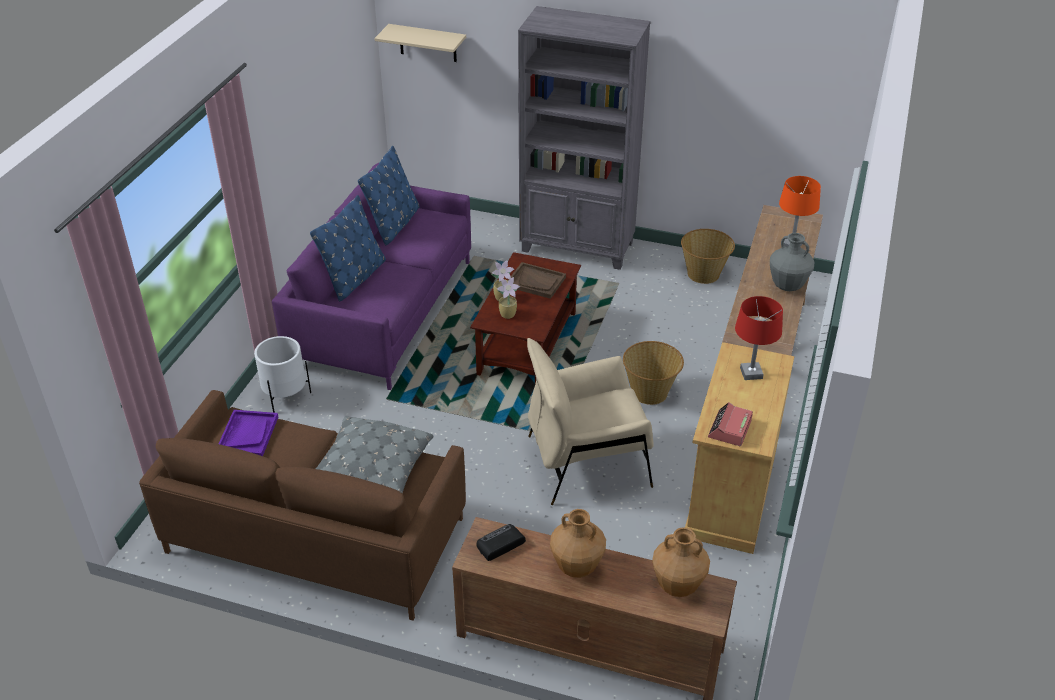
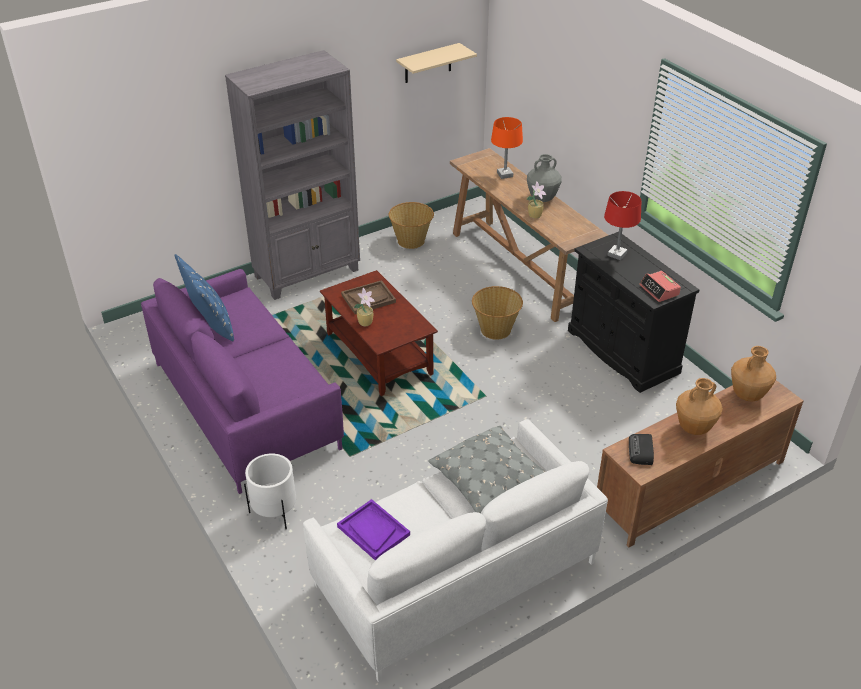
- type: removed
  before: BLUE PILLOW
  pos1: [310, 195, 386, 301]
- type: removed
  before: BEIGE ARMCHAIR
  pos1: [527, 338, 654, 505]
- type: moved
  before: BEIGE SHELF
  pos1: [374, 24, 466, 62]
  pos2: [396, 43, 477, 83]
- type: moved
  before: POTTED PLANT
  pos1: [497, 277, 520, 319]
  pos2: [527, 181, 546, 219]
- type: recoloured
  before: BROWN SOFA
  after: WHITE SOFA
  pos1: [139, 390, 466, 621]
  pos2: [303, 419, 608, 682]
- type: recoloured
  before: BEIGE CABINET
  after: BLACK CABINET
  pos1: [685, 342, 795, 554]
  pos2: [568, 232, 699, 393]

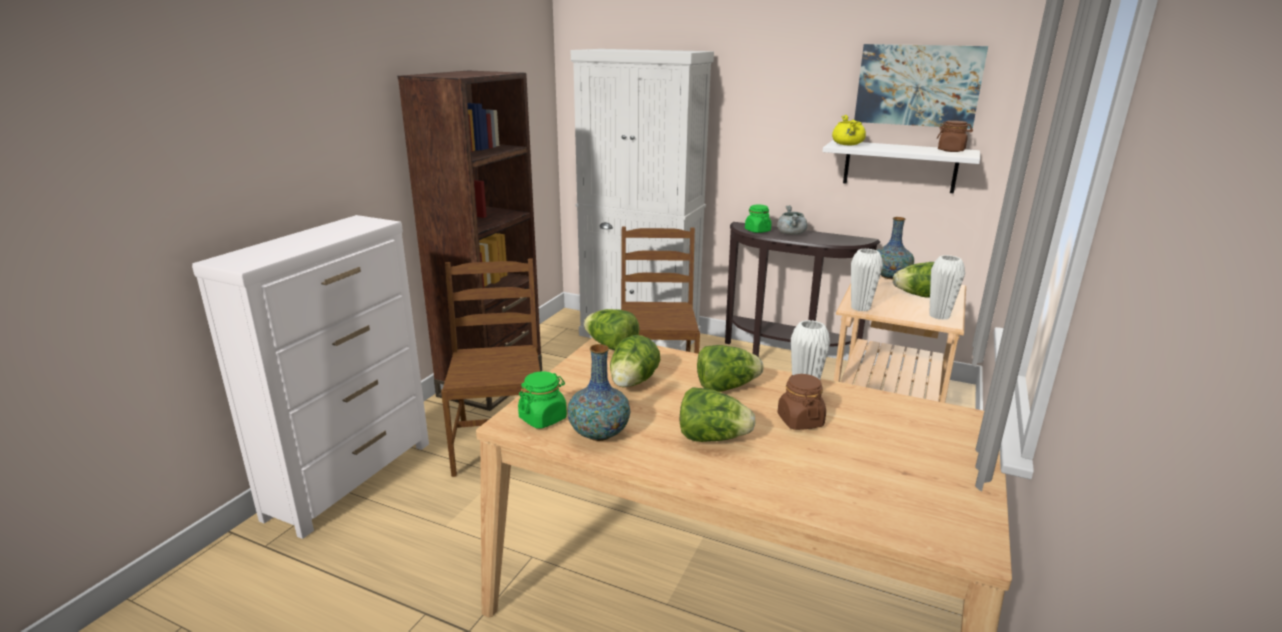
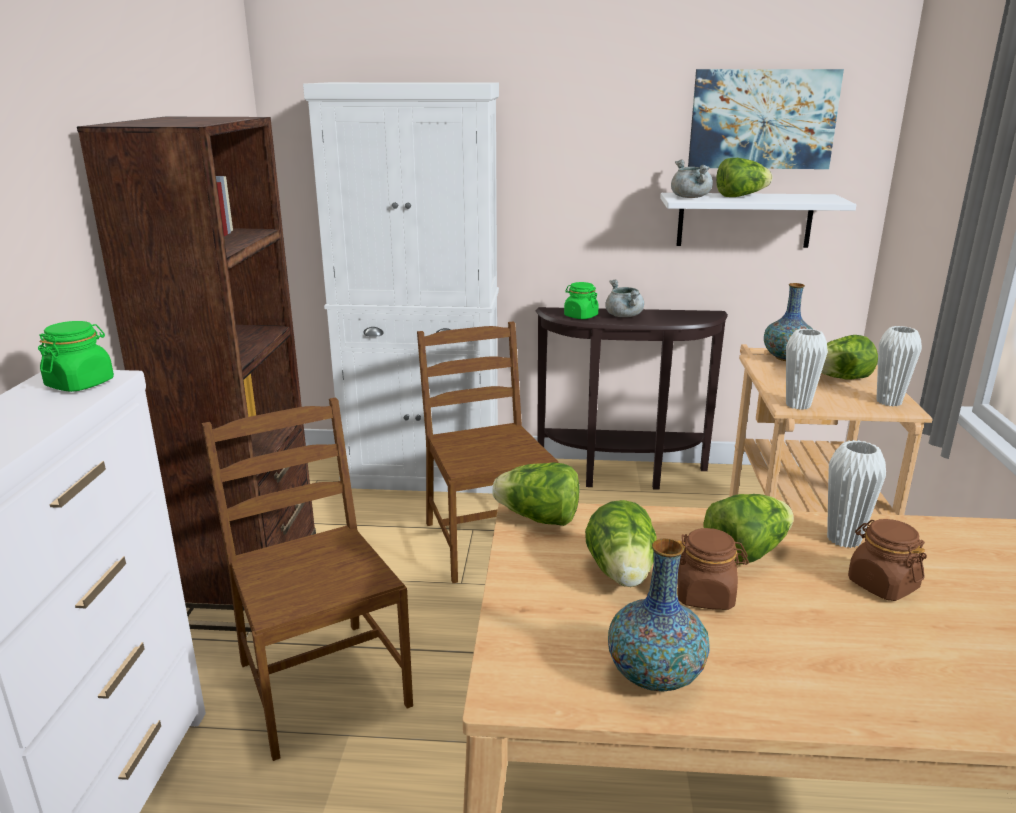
- type: moved
  before: GREEN JAR
  pos1: [518, 371, 567, 429]
  pos2: [38, 321, 114, 392]
- type: moved
  before: LETTUCE
  pos1: [680, 387, 756, 442]
  pos2: [716, 158, 772, 197]
- type: moved
  before: BROWN JAR
  pos1: [937, 120, 973, 152]
  pos2: [677, 528, 749, 610]
- type: recoloured
  before: YELLOW COOKING POT
  after: GREY COOKING POT
  pos1: [832, 115, 866, 145]
  pos2: [671, 159, 713, 198]

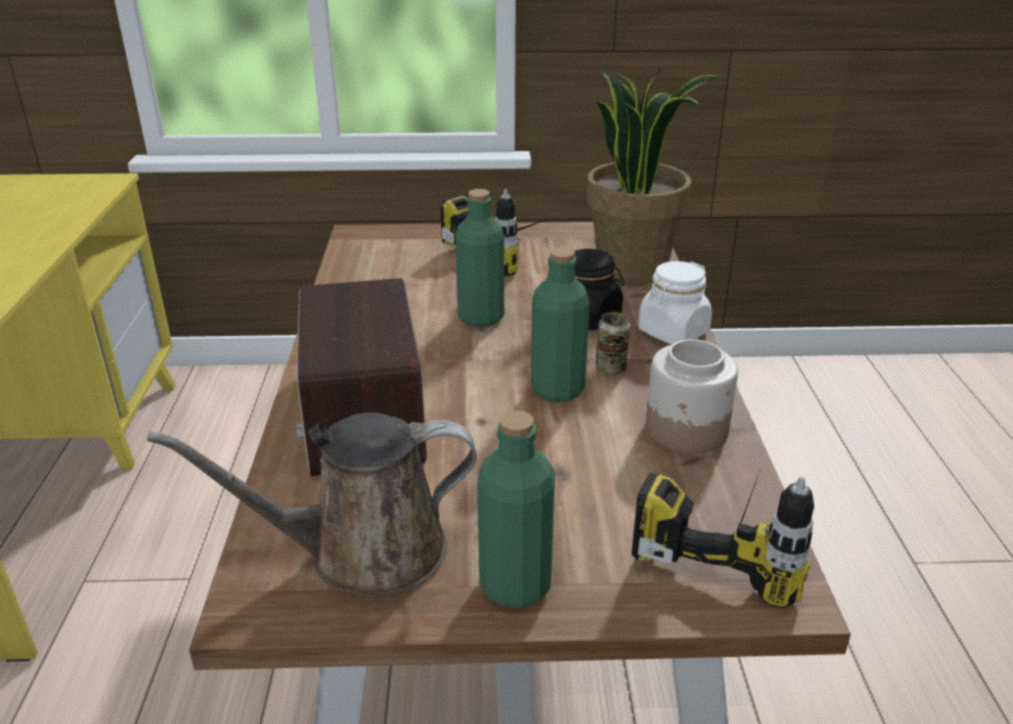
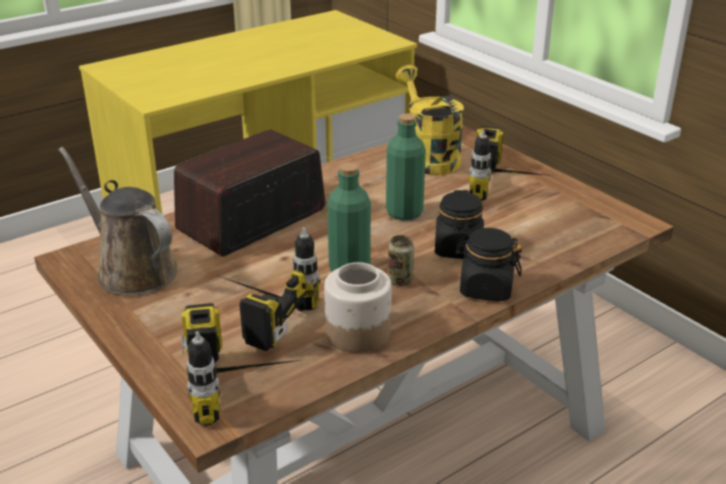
- type: removed
  before: GREEN BOTTLE
  pos1: [477, 410, 555, 608]
- type: removed
  before: POTTED PLANT
  pos1: [587, 68, 719, 284]
- type: added
  after: POWER DRILL
  pos2: [219, 228, 320, 351]
- type: added
  after: YELLOW WATERING CAN
  pos2: [396, 65, 464, 175]
- type: recoloured
  before: WHITE JAR
  after: BLACK JAR
  pos1: [638, 261, 712, 344]
  pos2: [455, 228, 522, 301]

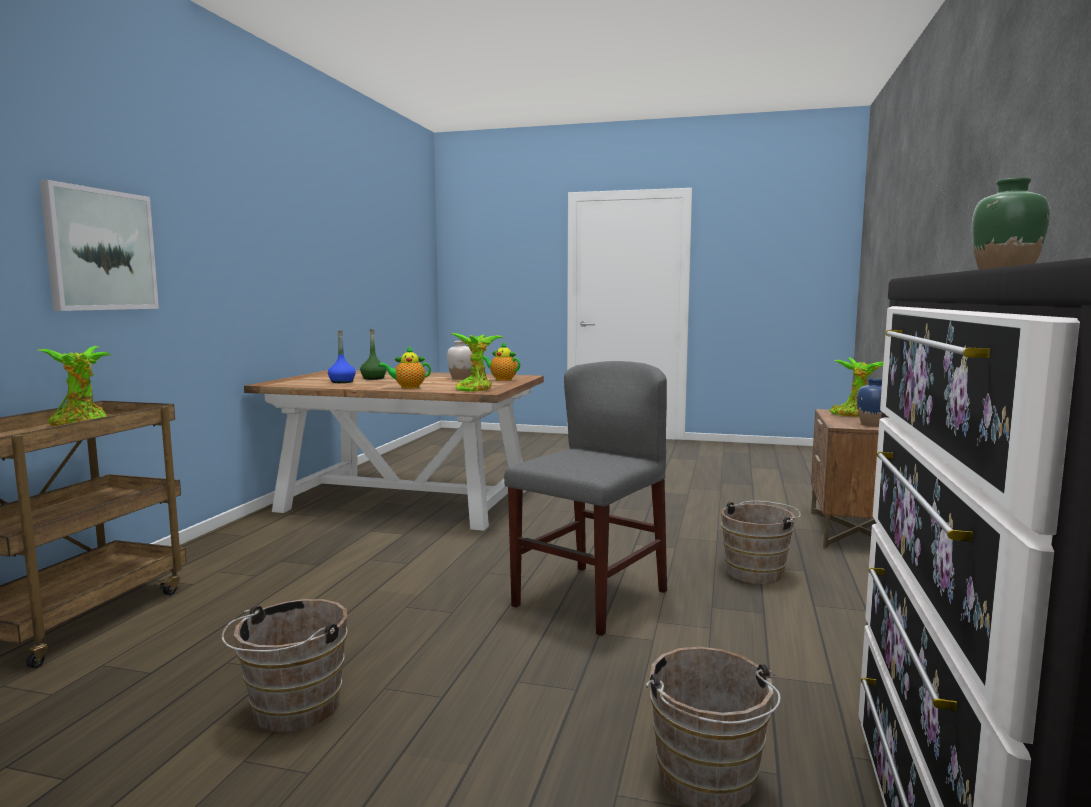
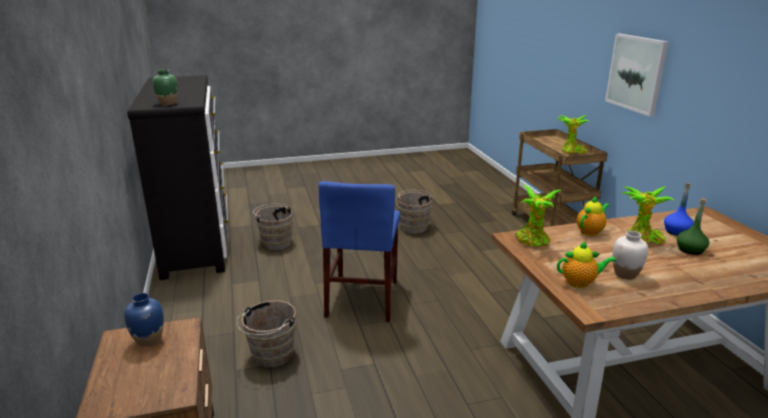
- type: moved
  before: POTTED PLANT
  pos1: [830, 357, 883, 417]
  pos2: [621, 186, 674, 244]
- type: recoloured
  before: GREY CHAIR
  after: BLUE CHAIR
  pos1: [504, 361, 667, 636]
  pos2: [319, 181, 400, 322]

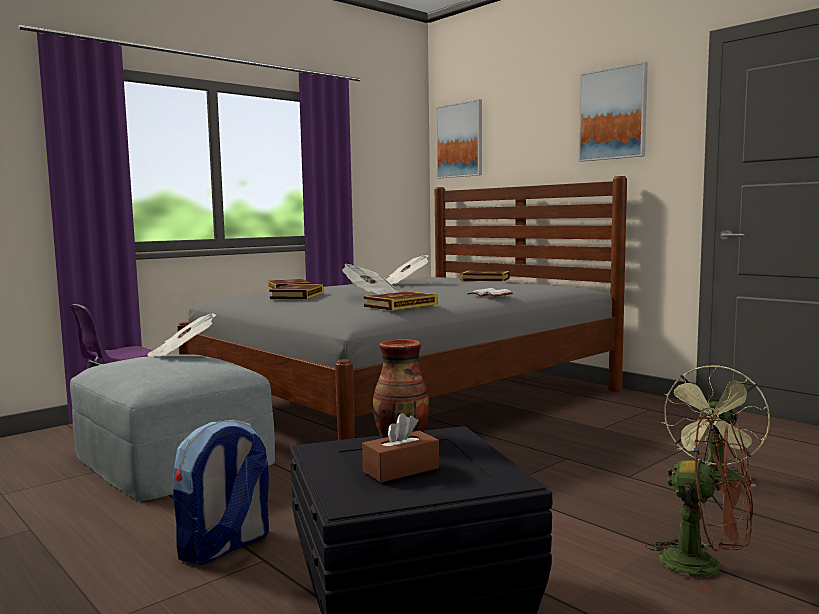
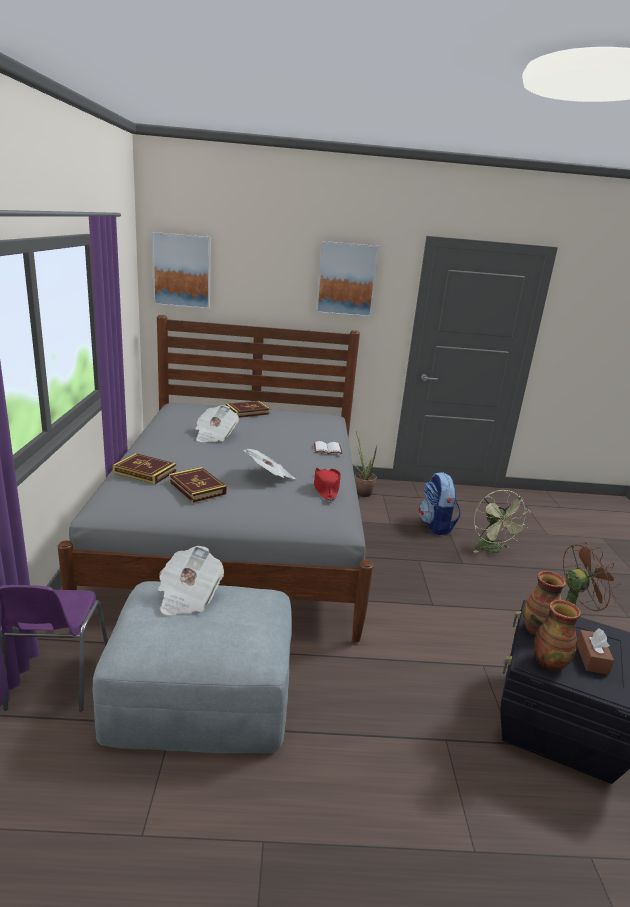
- type: added
  after: POTTED PLANT
  pos2: [353, 431, 377, 497]
- type: added
  after: VASE
  pos2: [534, 600, 581, 671]
- type: moved
  before: BACKPACK
  pos1: [173, 420, 269, 565]
  pos2: [419, 472, 461, 535]
- type: replaced
  before: BOOK
  after: RED HAT
  pos1: [364, 291, 437, 311]
  pos2: [314, 468, 341, 501]

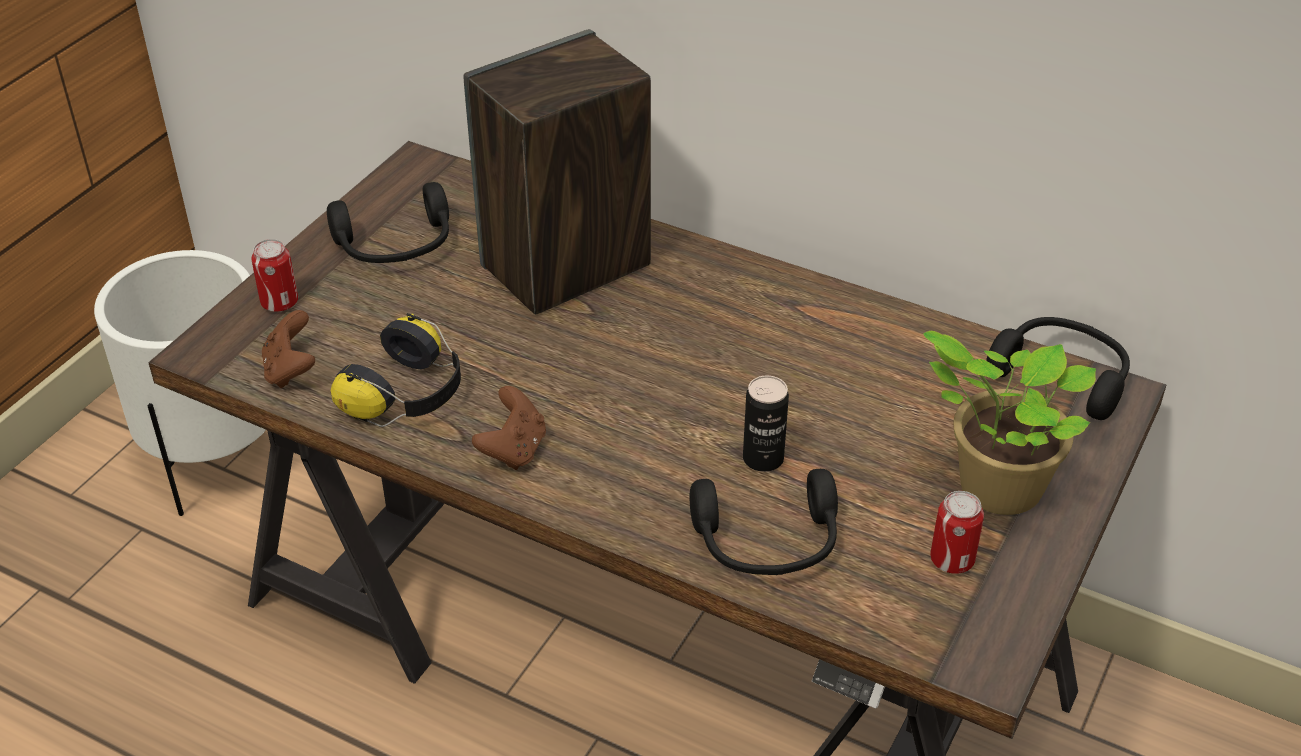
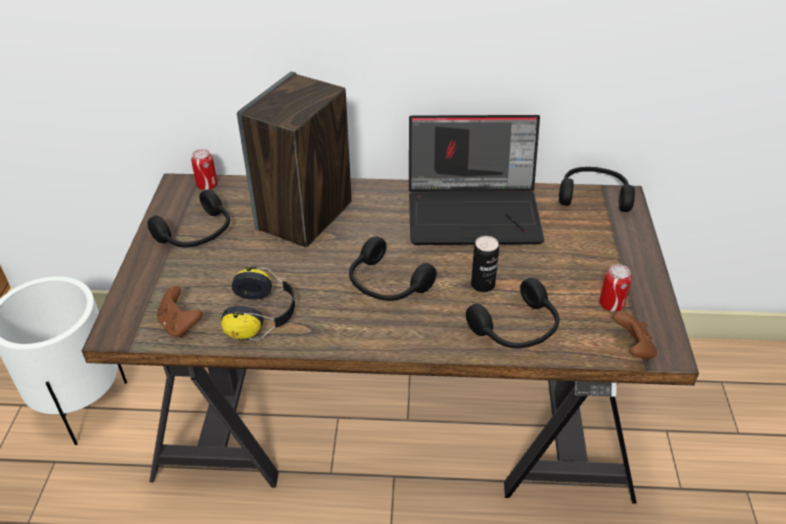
- type: removed
  before: POTTED PLANT
  pos1: [923, 331, 1096, 515]
- type: added
  after: BLACK HEADPHONES
  pos2: [349, 236, 436, 301]
- type: added
  after: LAPTOP
  pos2: [409, 115, 544, 245]
- type: moved
  before: CAN
  pos1: [251, 239, 298, 312]
  pos2: [191, 149, 218, 190]
- type: moved
  before: BROWN GAME CONTROLLER
  pos1: [472, 386, 546, 470]
  pos2: [613, 311, 657, 361]

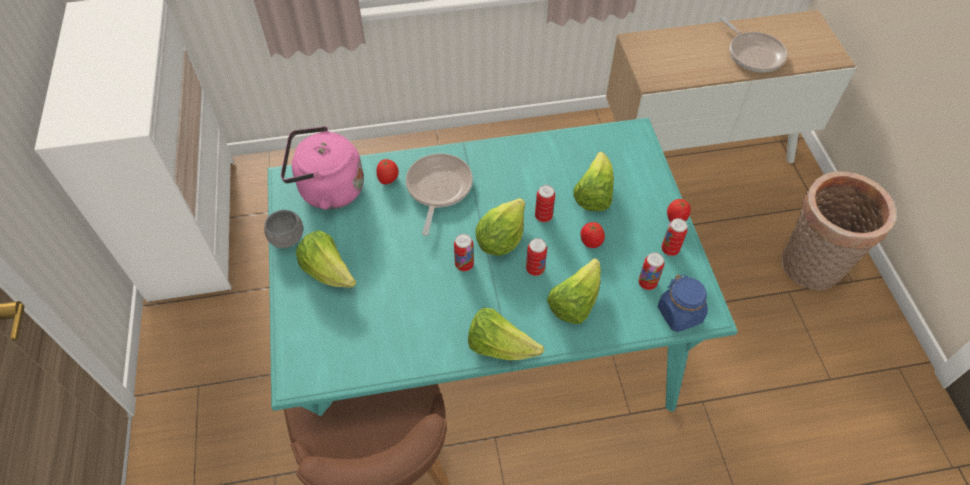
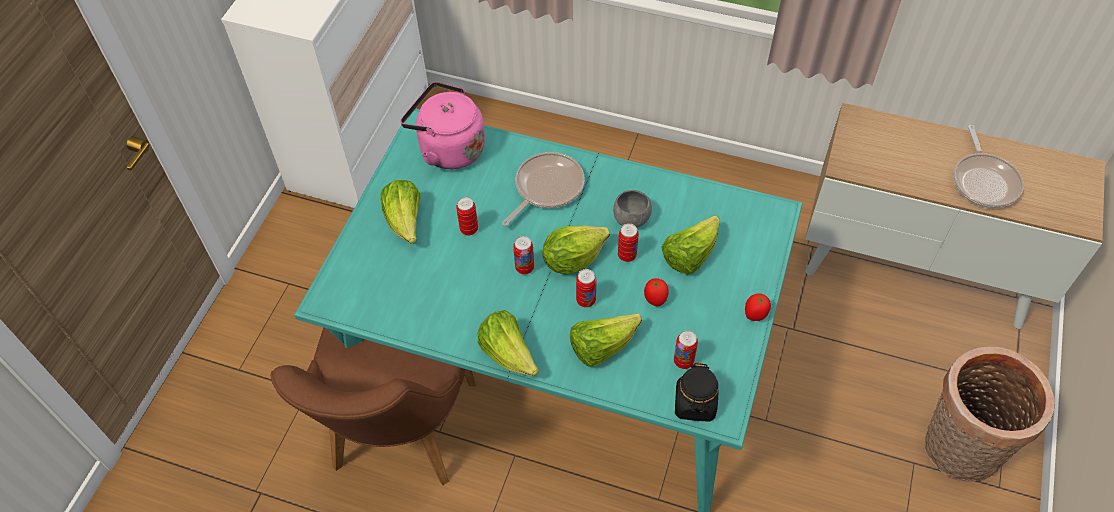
- type: removed
  before: TOMATO
  pos1: [376, 159, 399, 184]
- type: moved
  before: GREY BOWL
  pos1: [264, 210, 303, 248]
  pos2: [613, 190, 652, 227]
- type: moved
  before: CAN
  pos1: [661, 218, 688, 256]
  pos2: [456, 197, 478, 235]
- type: recoloured
  before: BLUE JAR
  after: BLACK JAR
  pos1: [658, 274, 708, 332]
  pos2: [675, 362, 719, 422]

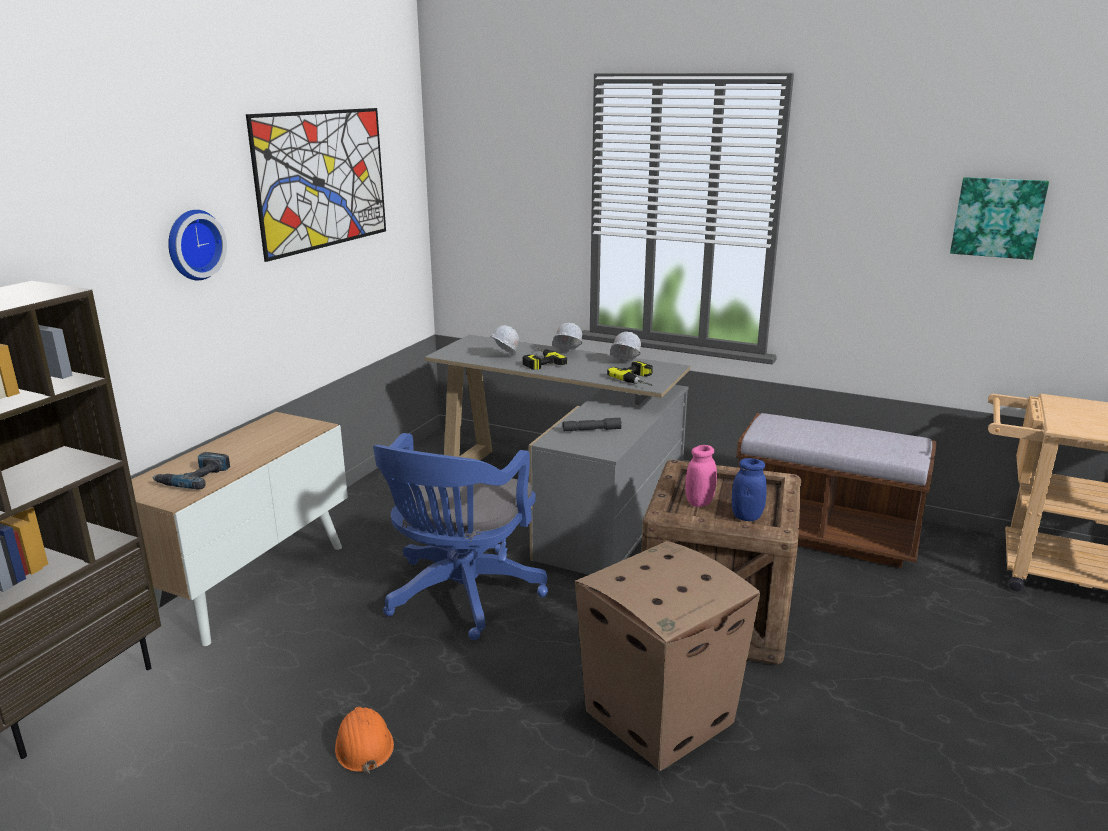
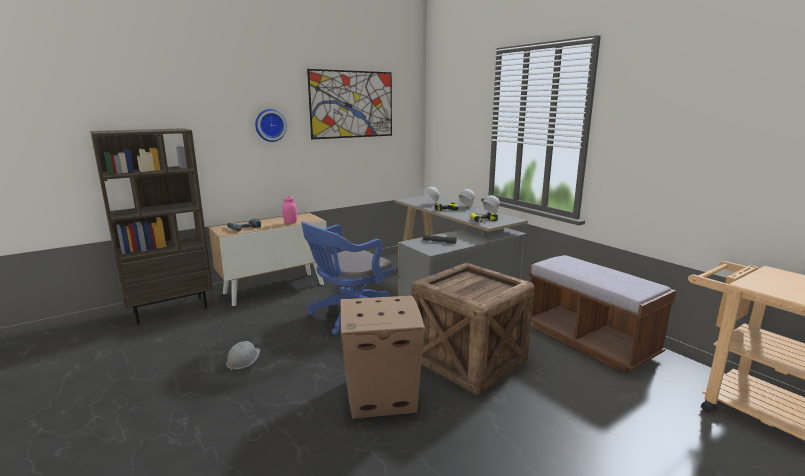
- type: removed
  before: BLUE JAR
  pos1: [732, 458, 767, 521]
- type: removed
  before: PICTURE
  pos1: [950, 177, 1049, 260]
- type: moved
  before: PINK JAR
  pos1: [685, 445, 717, 507]
  pos2: [283, 197, 297, 224]
- type: recoloured
  before: ORANGE HARD HAT
  after: GREY HARD HAT
  pos1: [335, 707, 394, 775]
  pos2: [226, 341, 260, 370]

